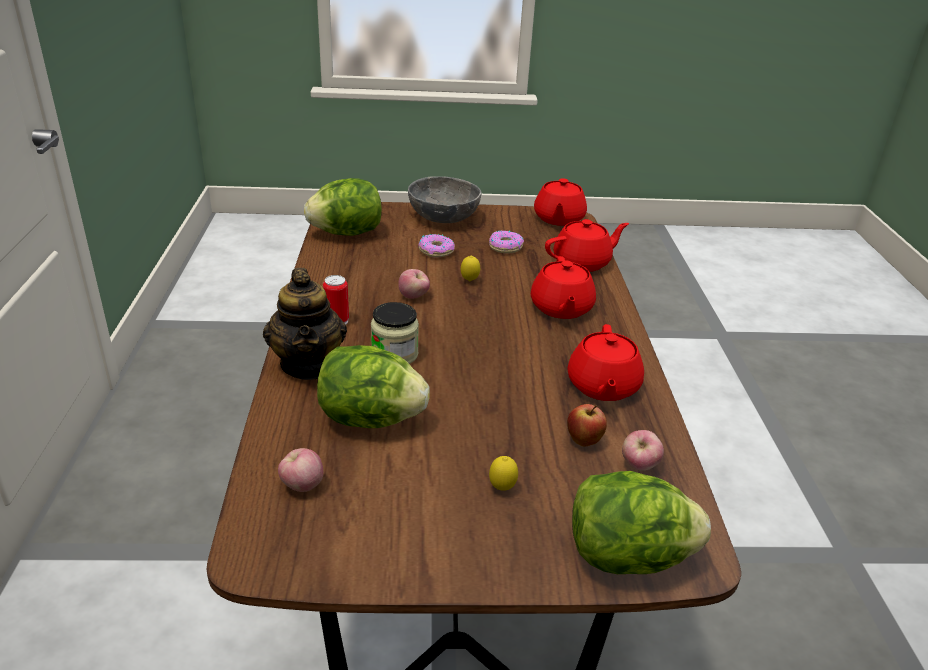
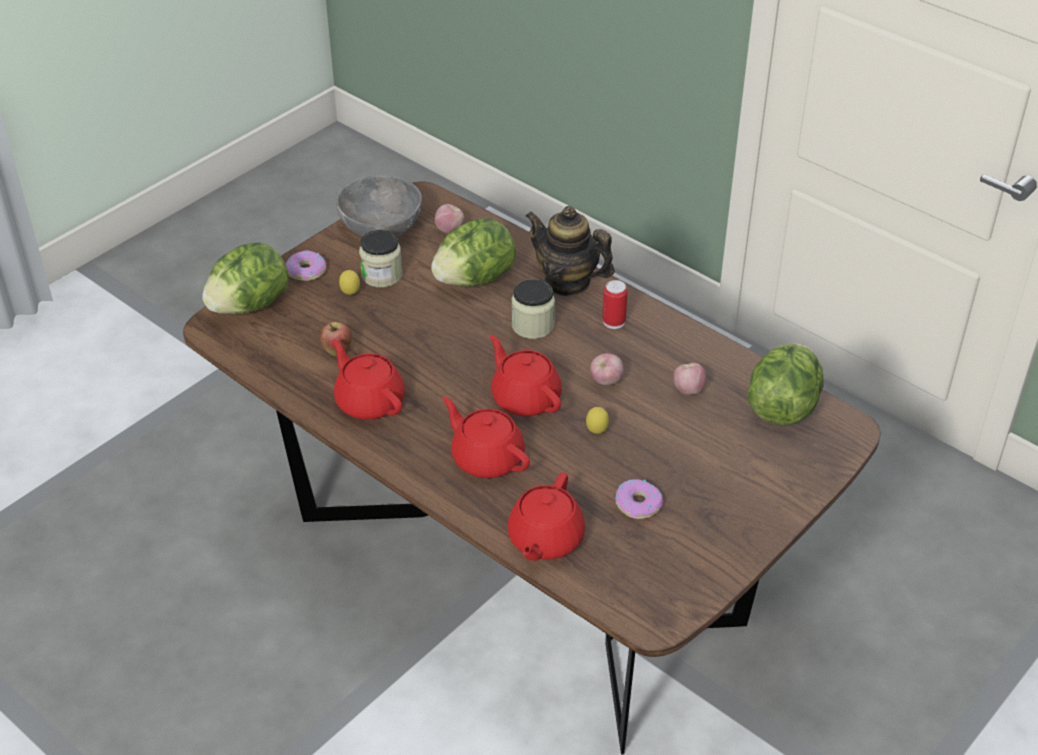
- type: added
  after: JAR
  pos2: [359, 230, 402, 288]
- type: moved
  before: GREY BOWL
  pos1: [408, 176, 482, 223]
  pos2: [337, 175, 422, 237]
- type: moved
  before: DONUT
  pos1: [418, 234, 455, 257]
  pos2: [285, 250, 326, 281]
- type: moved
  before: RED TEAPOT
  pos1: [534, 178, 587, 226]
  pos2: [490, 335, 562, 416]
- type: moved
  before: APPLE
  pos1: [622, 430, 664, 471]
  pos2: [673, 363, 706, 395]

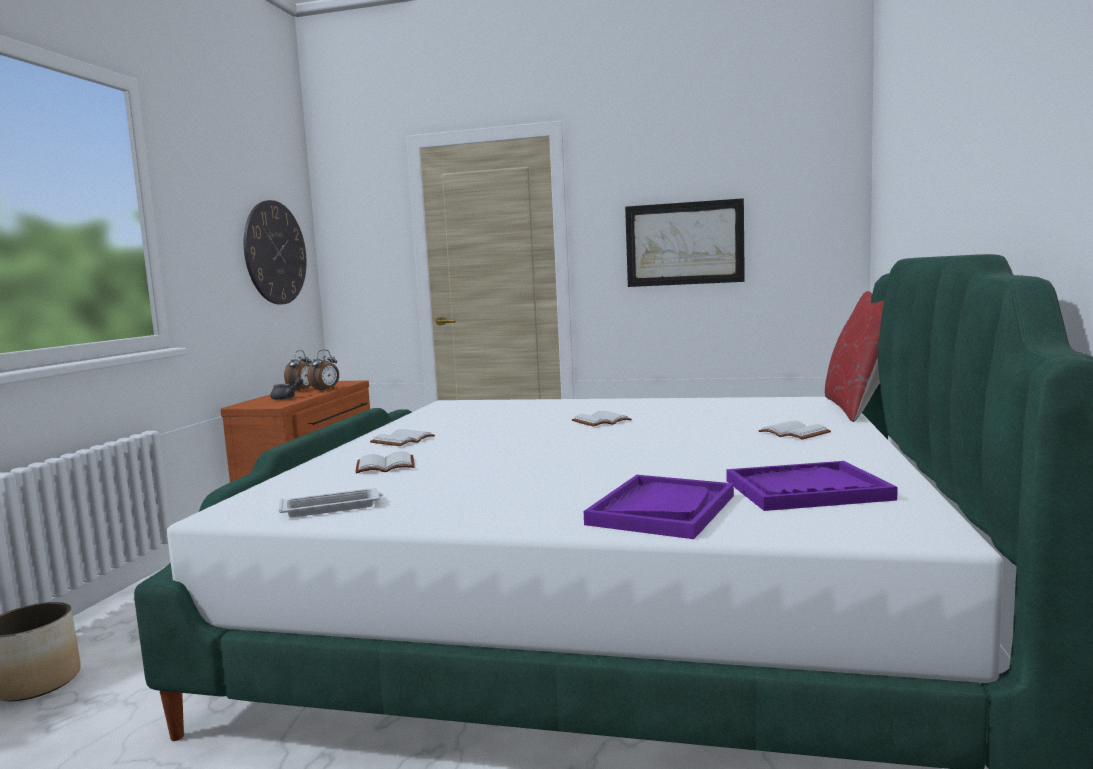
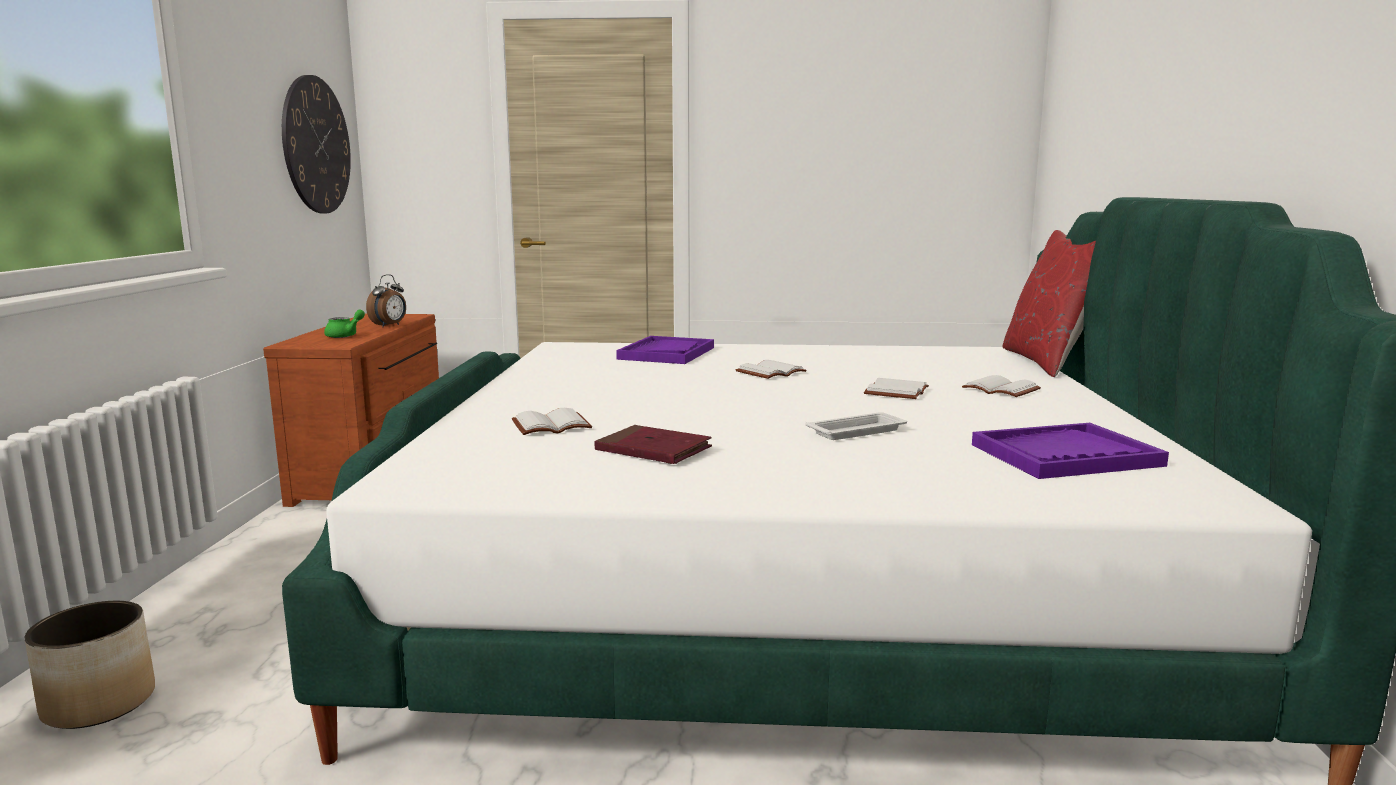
- type: removed
  before: ALARM CLOCK
  pos1: [284, 350, 312, 392]
- type: removed
  before: PICTURE
  pos1: [625, 198, 745, 287]
- type: added
  after: RED BOOK
  pos2: [594, 425, 712, 464]
- type: moved
  before: WHITE TRAY
  pos1: [279, 488, 383, 517]
  pos2: [805, 412, 907, 440]
- type: moved
  before: WHITE BOOK
  pos1: [370, 429, 435, 446]
  pos2: [864, 378, 929, 399]
- type: moved
  before: PURPLE TRAY
  pos1: [584, 475, 734, 539]
  pos2: [616, 336, 714, 364]
- type: recoloured
  before: GREY TEAPOT
  after: GREEN TEAPOT
  pos1: [270, 378, 303, 400]
  pos2: [324, 310, 365, 338]

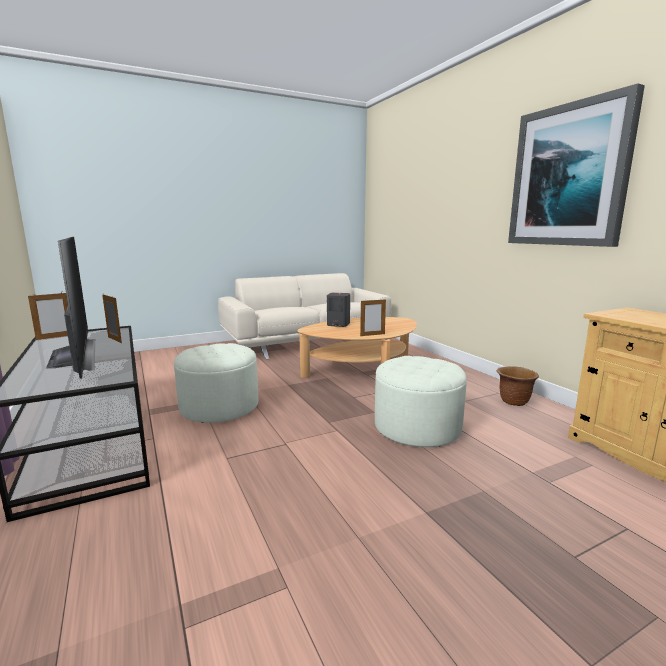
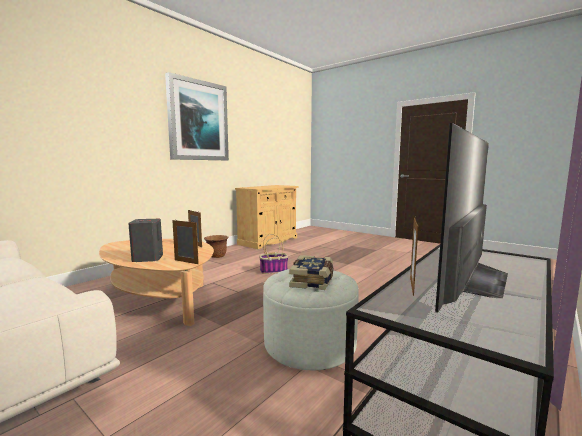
- type: added
  after: BOOK
  pos2: [289, 255, 334, 290]
- type: moved
  before: PICTURE FRAME
  pos1: [28, 293, 68, 340]
  pos2: [172, 220, 199, 264]
- type: replaced
  before: WHITE OTTOMAN
  after: BASKET
  pos1: [375, 356, 467, 447]
  pos2: [259, 234, 288, 274]

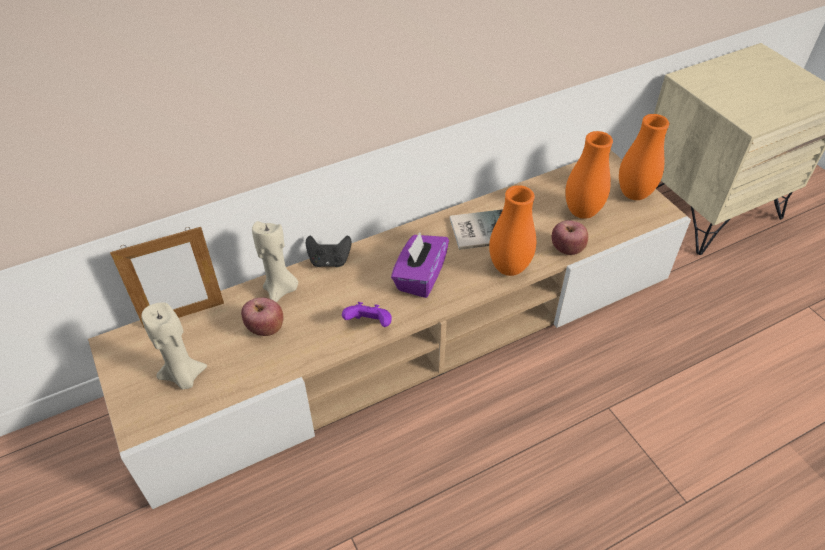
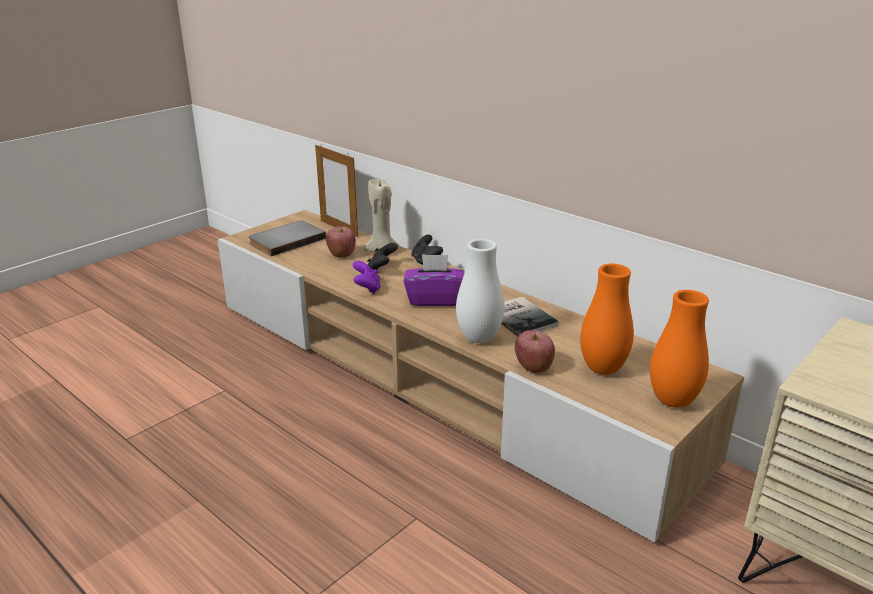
- type: added
  after: BLACK GAME CONTROLLER
  pos2: [367, 243, 398, 270]
- type: replaced
  before: BEIGE CANDLE
  after: GREY BOOK
  pos1: [141, 302, 207, 389]
  pos2: [248, 220, 326, 256]
- type: recoloured
  before: ORANGE VASE
  after: WHITE VASE
  pos1: [489, 185, 536, 276]
  pos2: [456, 239, 504, 344]

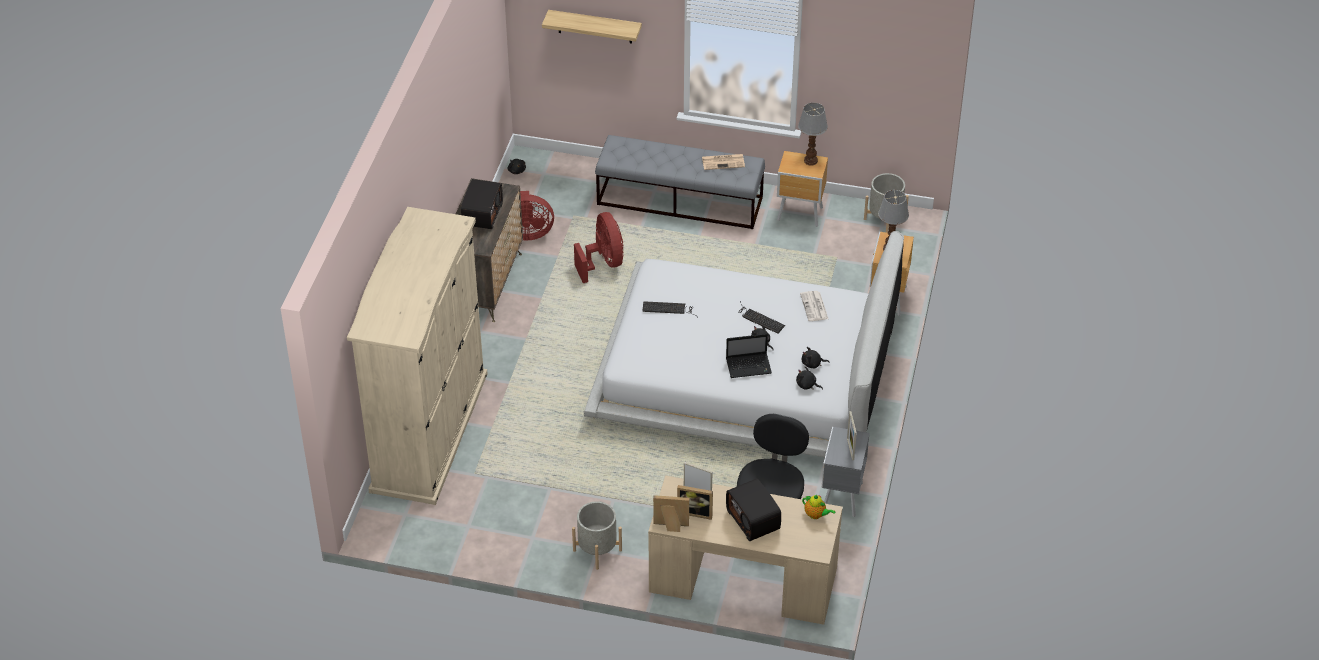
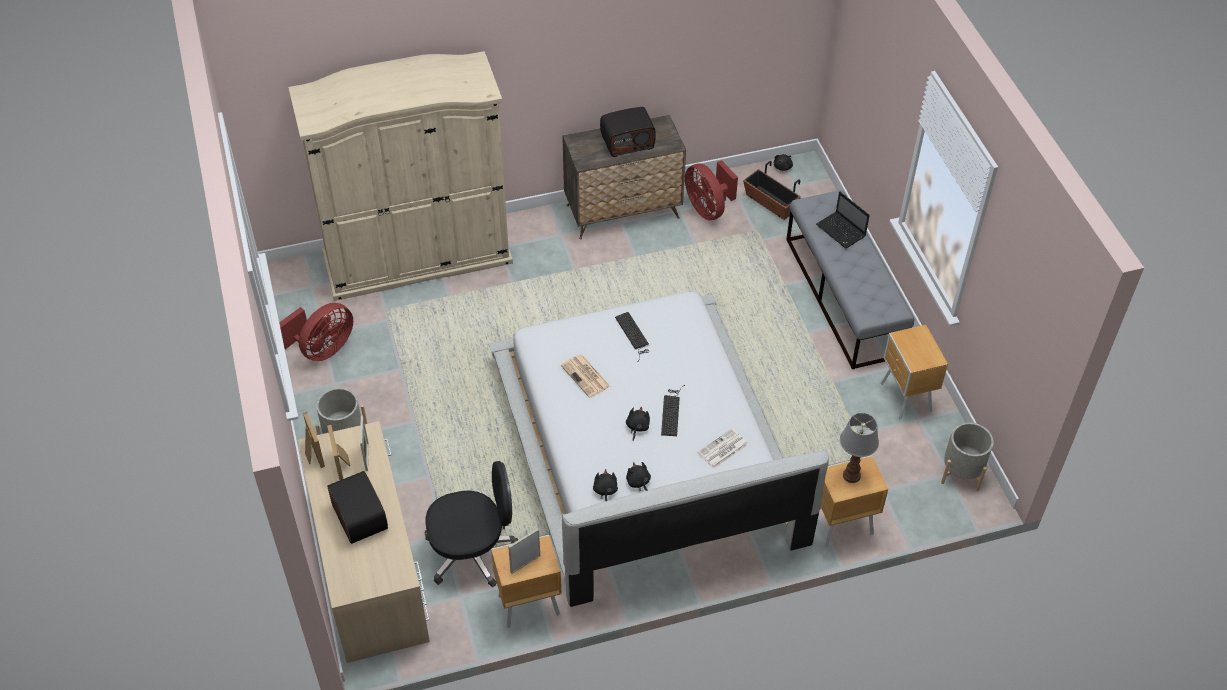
- type: removed
  before: SHELF
  pos1: [542, 10, 642, 44]
- type: removed
  before: TABLE LAMP
  pos1: [798, 102, 828, 166]
- type: removed
  before: TEAPOT
  pos1: [802, 495, 835, 519]
- type: added
  after: PLANTER
  pos2: [743, 161, 801, 220]
- type: moved
  before: RED FAN
  pos1: [574, 212, 624, 283]
  pos2: [279, 303, 353, 361]
- type: moved
  before: NEWSPAPER
  pos1: [702, 154, 745, 170]
  pos2: [561, 355, 611, 398]
- type: moved
  before: LAPTOP
  pos1: [726, 334, 772, 378]
  pos2: [816, 192, 870, 248]
- type: recoloured
  before: GREY NIGHTSTAND
  after: BROWN NIGHTSTAND
  pos1: [822, 427, 870, 517]
  pos2: [491, 535, 562, 628]
- type: turned
  before: RADIO
  pos1: [726, 479, 781, 541]
  pos2: [327, 471, 388, 544]
  turn: 120

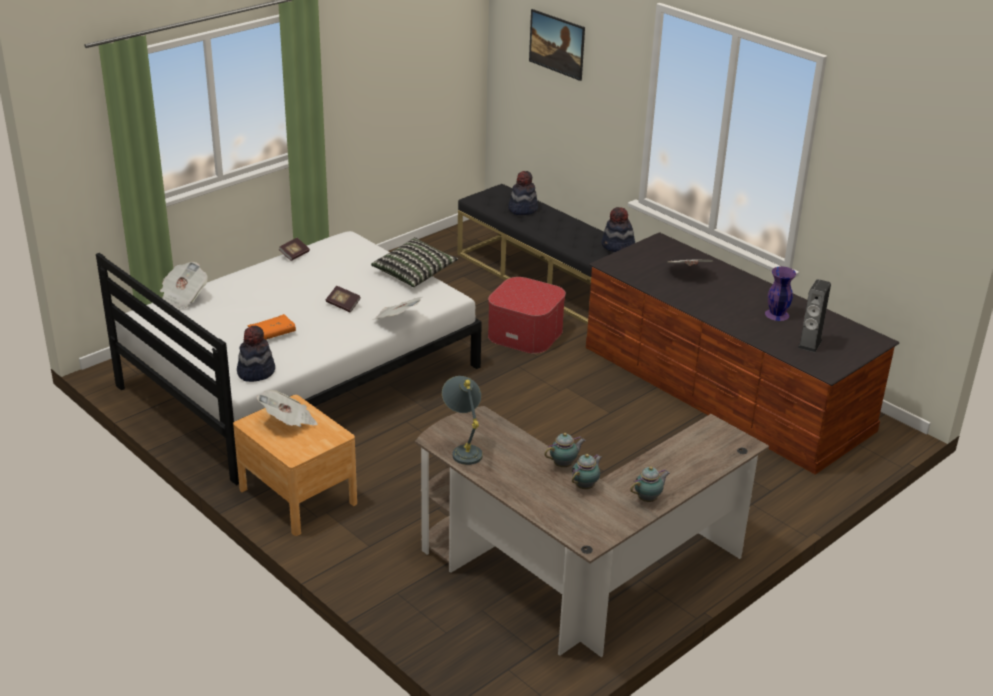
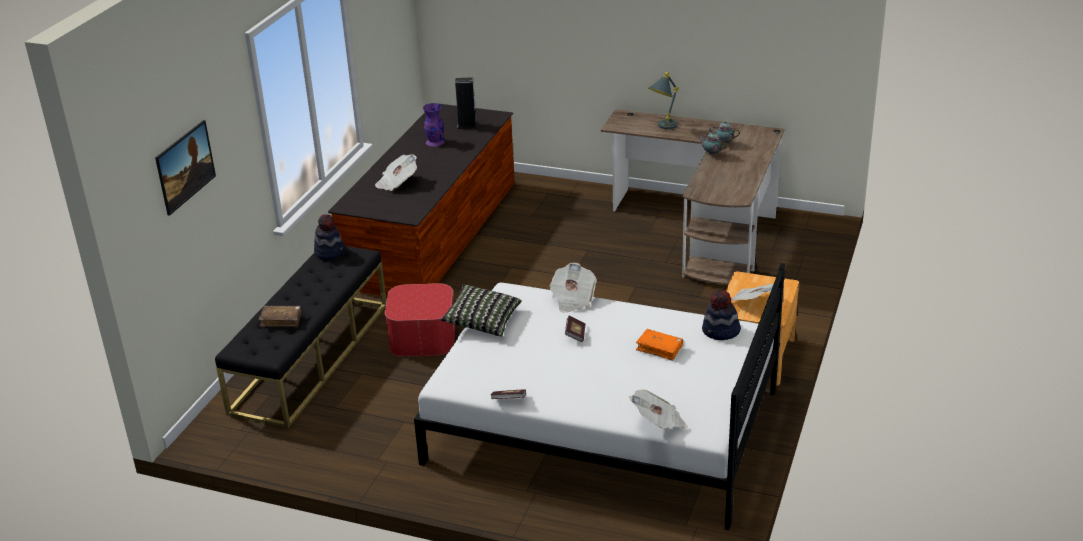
- type: removed
  before: TEAPOT
  pos1: [630, 466, 670, 502]
- type: moved
  before: GREY TABLE LAMP
  pos1: [442, 376, 483, 465]
  pos2: [648, 72, 679, 129]
- type: replaced
  before: HAT
  after: BROWN BOOK
  pos1: [508, 171, 538, 215]
  pos2: [259, 305, 302, 327]

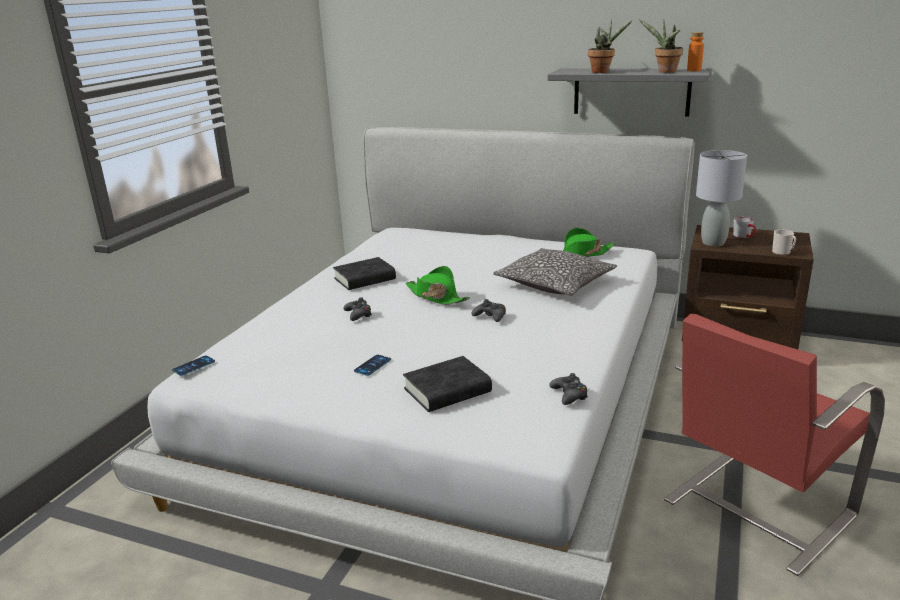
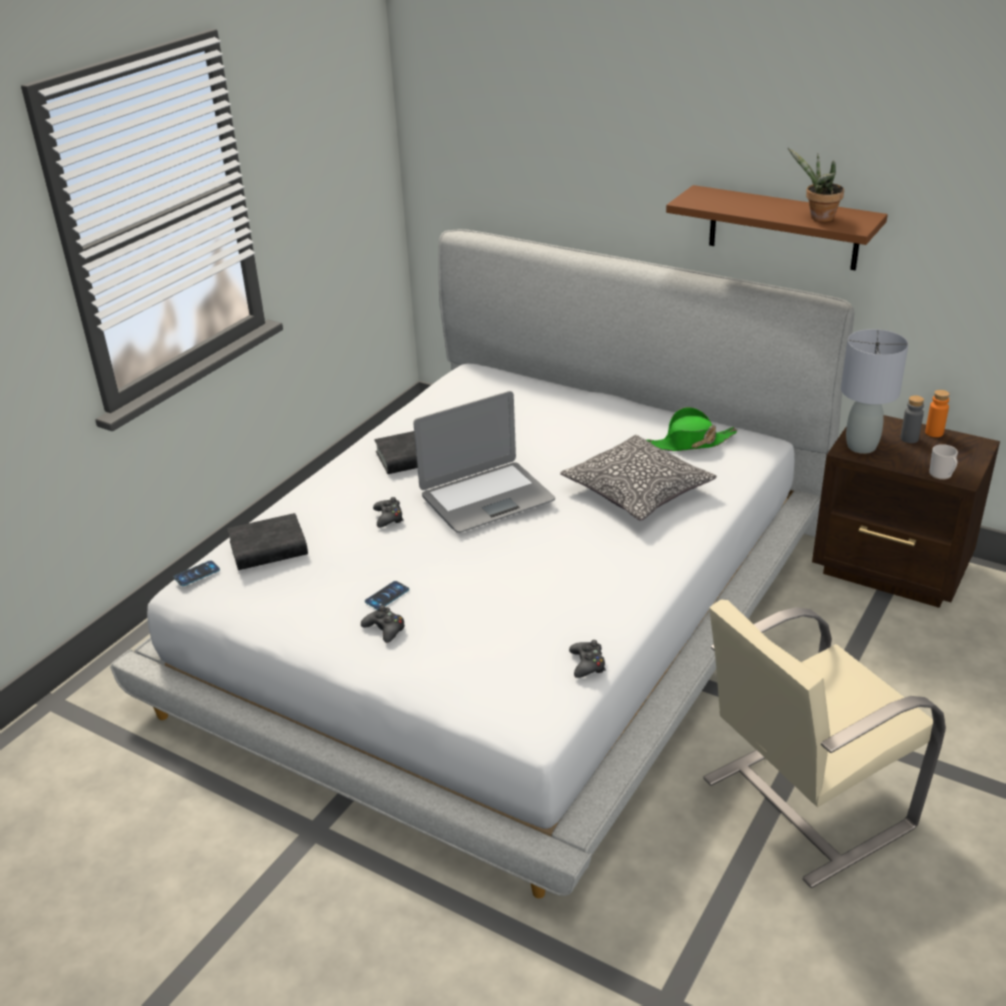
- type: removed
  before: POTTED PLANT
  pos1: [588, 20, 632, 73]
- type: moved
  before: BLACK BOOK
  pos1: [403, 356, 492, 412]
  pos2: [227, 513, 308, 570]
- type: moved
  before: BLACK GAME CONTROLLER
  pos1: [472, 299, 506, 322]
  pos2: [361, 605, 405, 643]
- type: moved
  before: ORANGE BOTTLE
  pos1: [687, 32, 704, 71]
  pos2: [925, 390, 950, 437]
- type: replaced
  before: GREEN HAT
  after: LAPTOP
  pos1: [406, 266, 470, 305]
  pos2: [413, 391, 555, 533]
- type: replaced
  before: GREY MUG
  after: GREY BOTTLE
  pos1: [733, 217, 756, 238]
  pos2: [900, 395, 924, 443]
- type: recoloured
  before: GREY SHELF
  after: BROWN SHELF
  pos1: [548, 68, 712, 116]
  pos2: [666, 185, 888, 270]
- type: recoloured
  before: RED CHAIR
  after: BEIGE CHAIR
  pos1: [664, 314, 885, 576]
  pos2: [703, 600, 946, 888]

